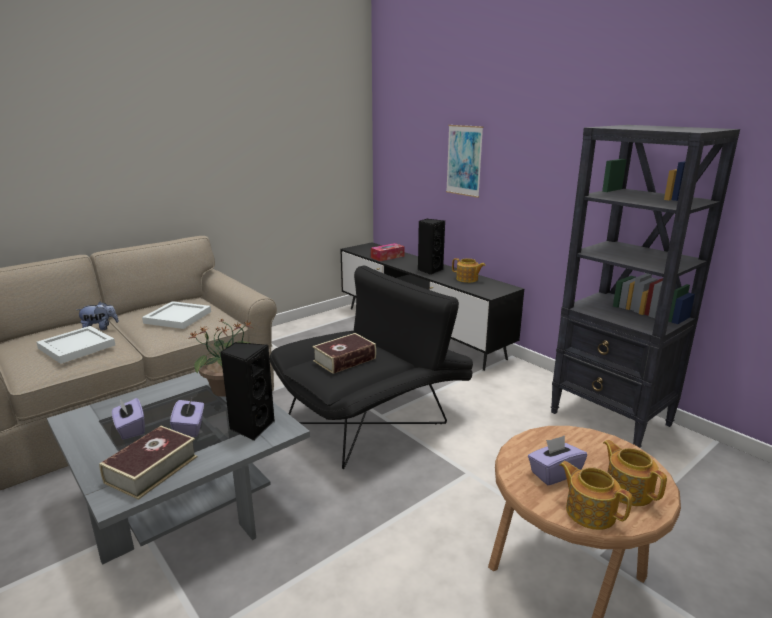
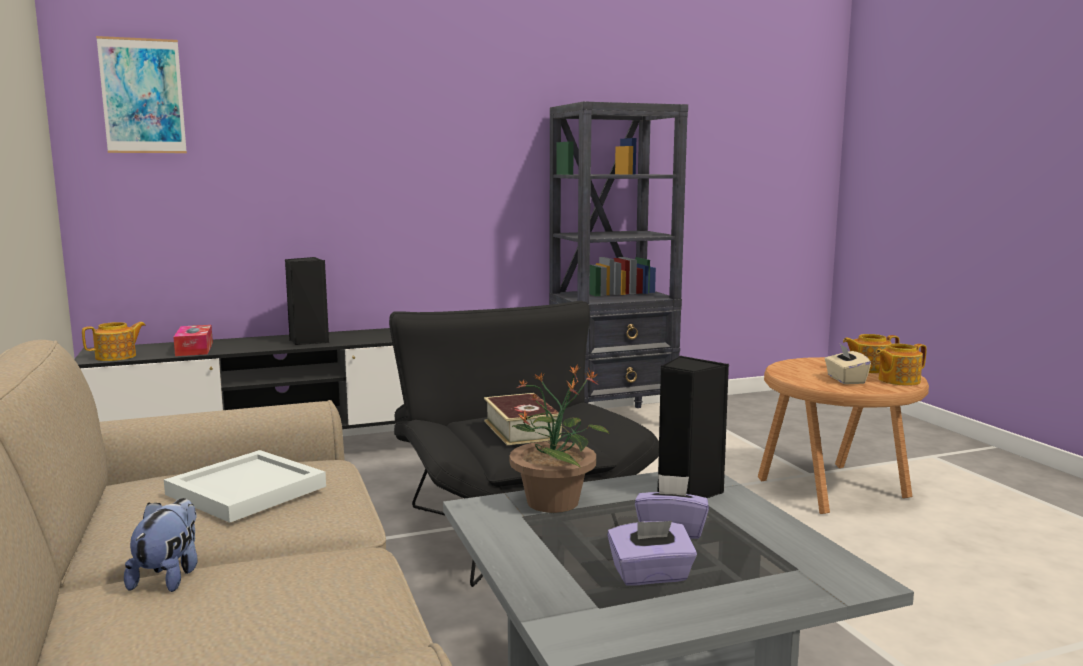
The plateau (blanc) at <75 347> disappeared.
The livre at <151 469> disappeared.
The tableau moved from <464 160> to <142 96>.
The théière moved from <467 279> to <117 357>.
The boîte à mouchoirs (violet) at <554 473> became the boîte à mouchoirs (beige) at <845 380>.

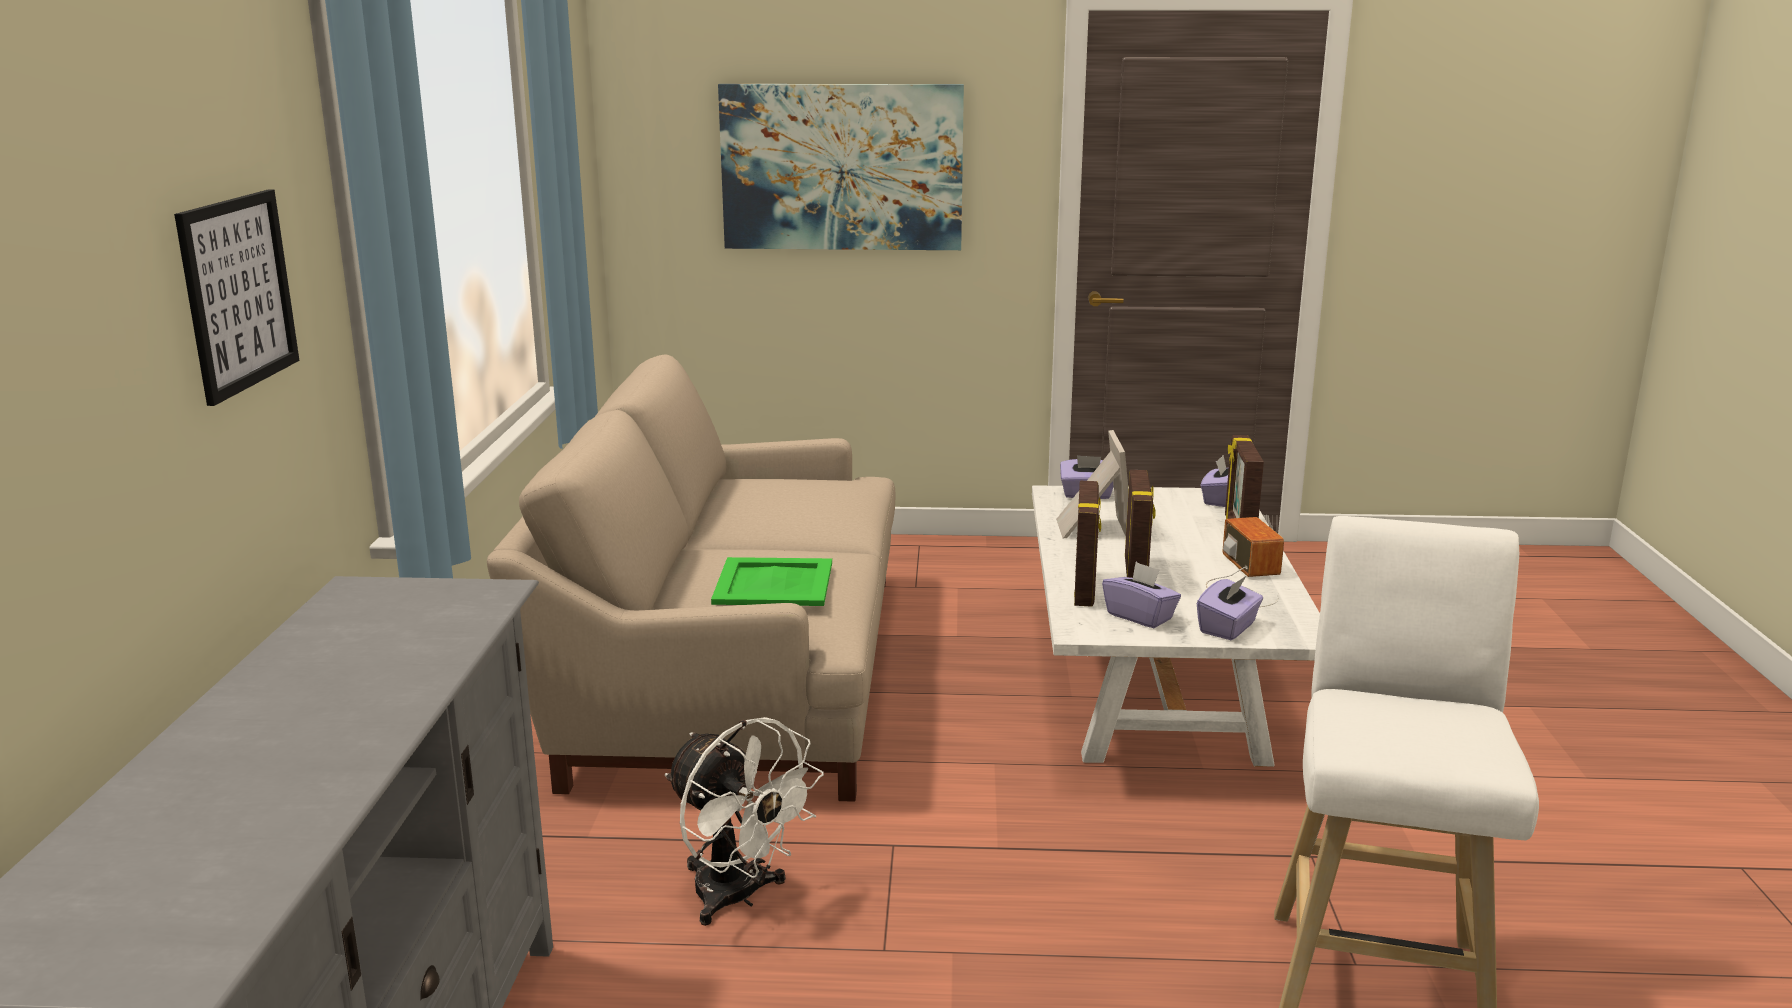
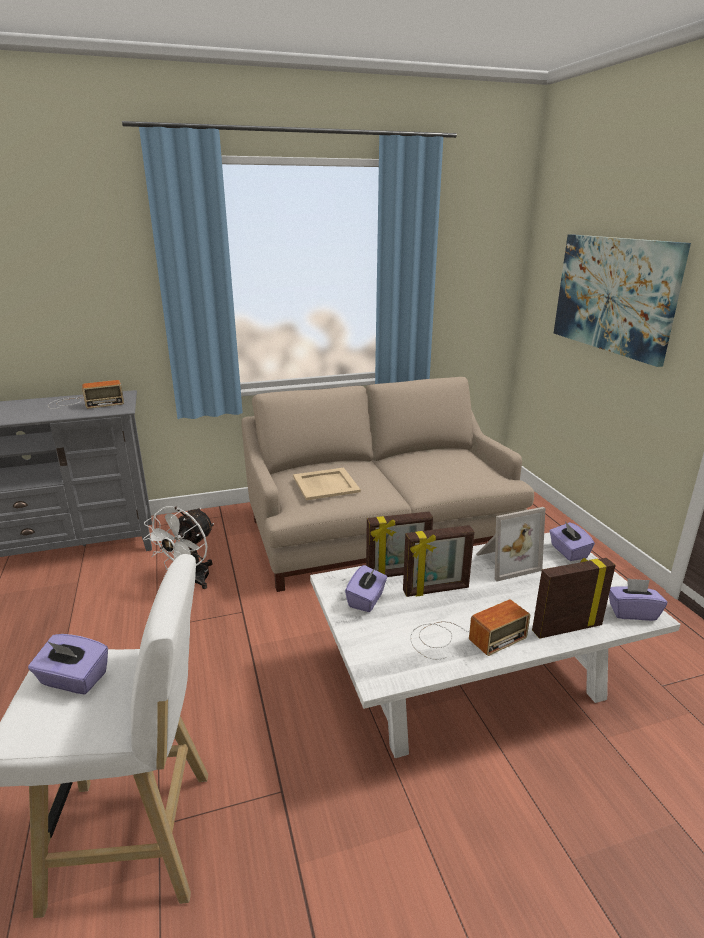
The tableau at <238 293> disappeared.
The plateau (vert) at <772 583> became the plateau (beige) at <325 484>.
The boîte à mouchoirs (violet) moved from <1228 628> to <73 679>.
The radio at <84 403> appeared.

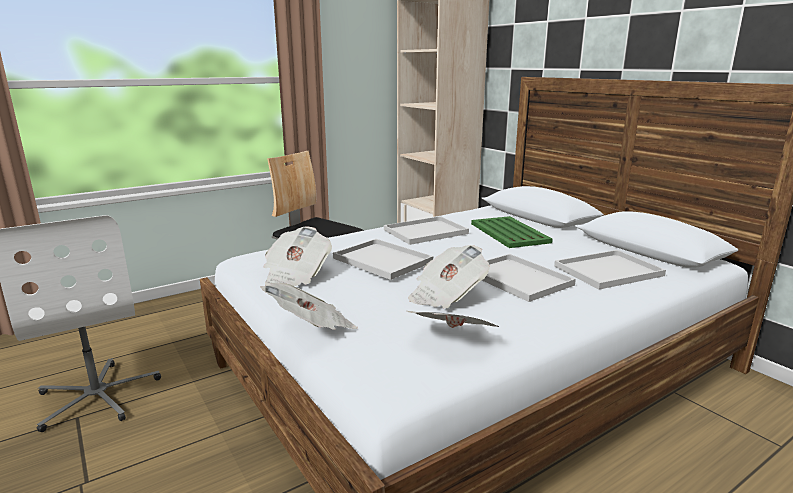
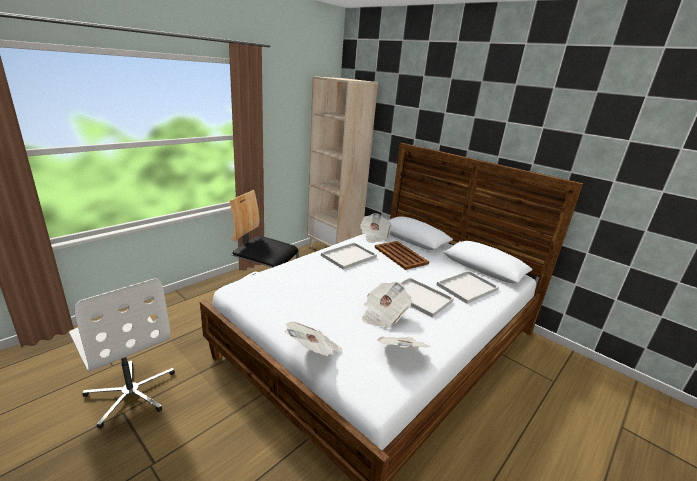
The journal moved from <295 275> to <374 236>.
The plateau (blanc) at <380 260> disappeared.
The plateau (vert) at <509 233> became the plateau (marron) at <401 256>.

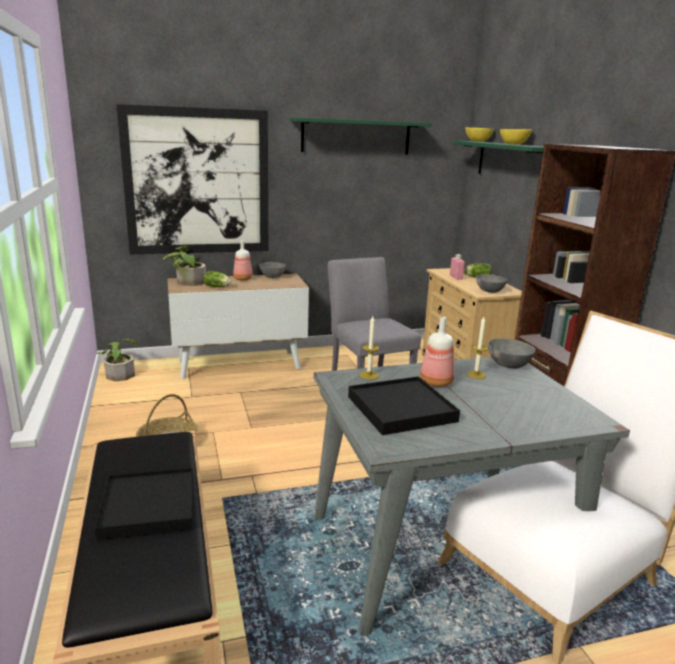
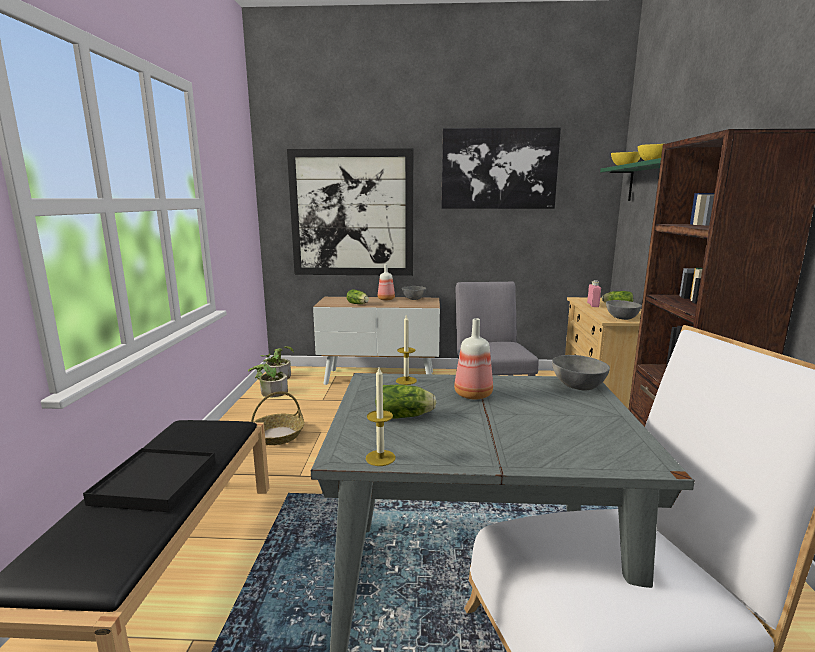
The plante en pot moved from <187 282> to <270 392>.
The étagère (vert) at <356 136> was replaced by the tableau at <499 169>.
The plateau (noir) at <401 409> was replaced by the laitue at <405 416>.
The bougie moved from <476 375> to <380 458>.

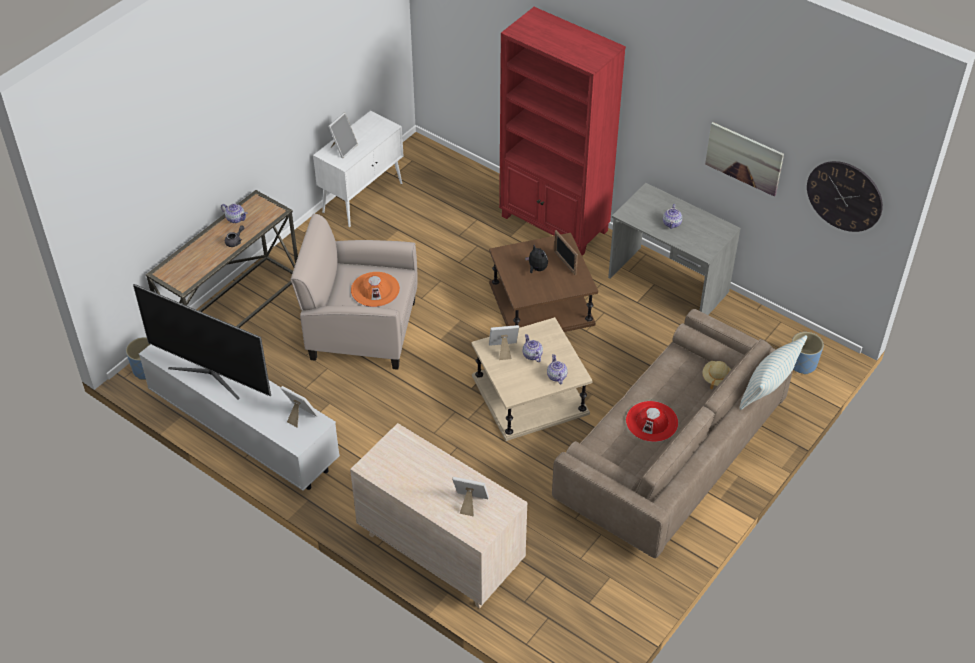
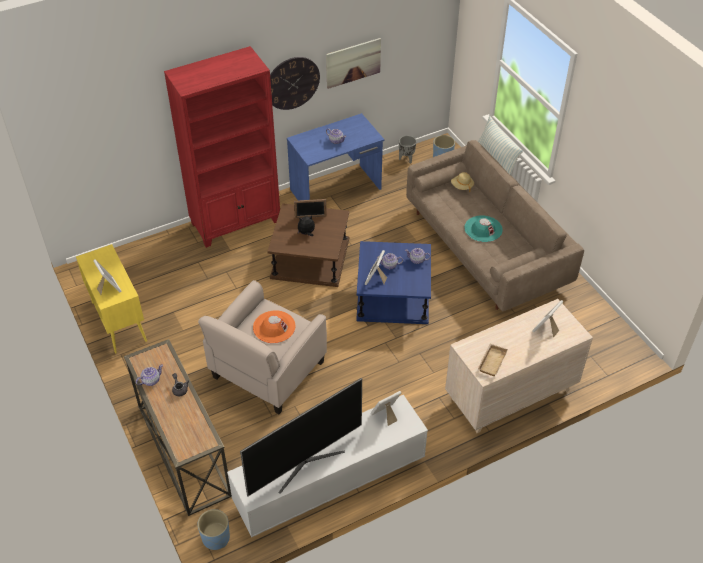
The meuble de rangement (blanc) at <363 197> became the meuble de rangement (jaune) at <118 321>.
The table d'appoint (beige) at <530 395> became the table d'appoint (bleu) at <393 296>.
The bureau (gris) at <667 285> became the bureau (bleu) at <336 190>.
The chapeau (rouge) at <652 421> became the chapeau (turquoise) at <483 229>.
The horloge murale moved from <844 196> to <292 83>.
The cache-pot (gris) at <406 159> appeared.
The plateau (beige) at <491 361> appeared.

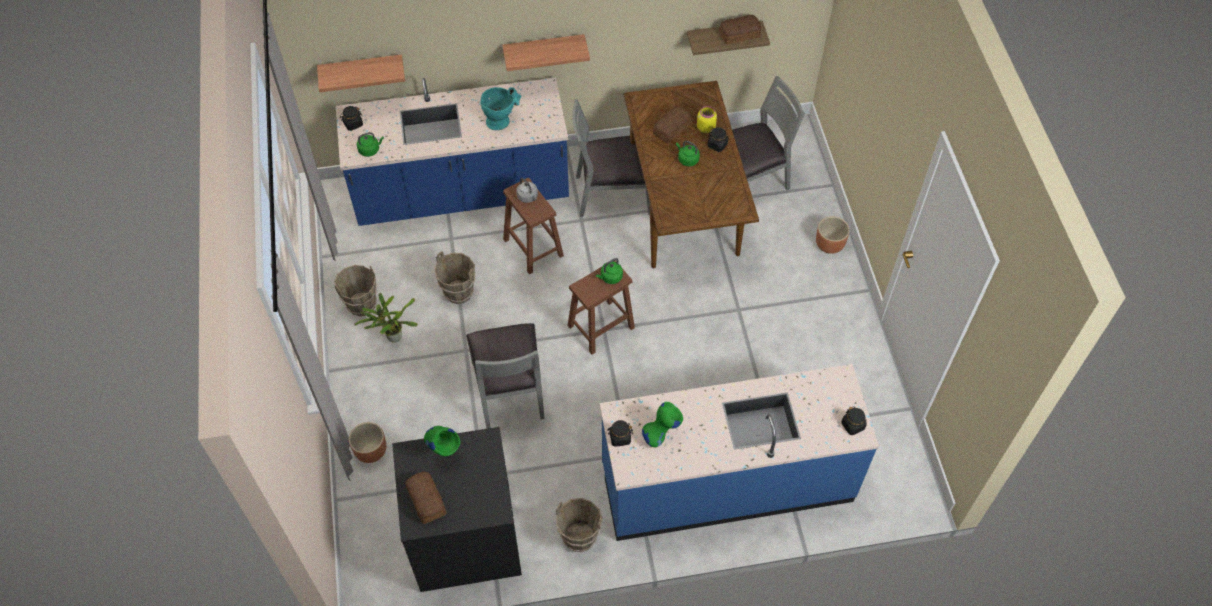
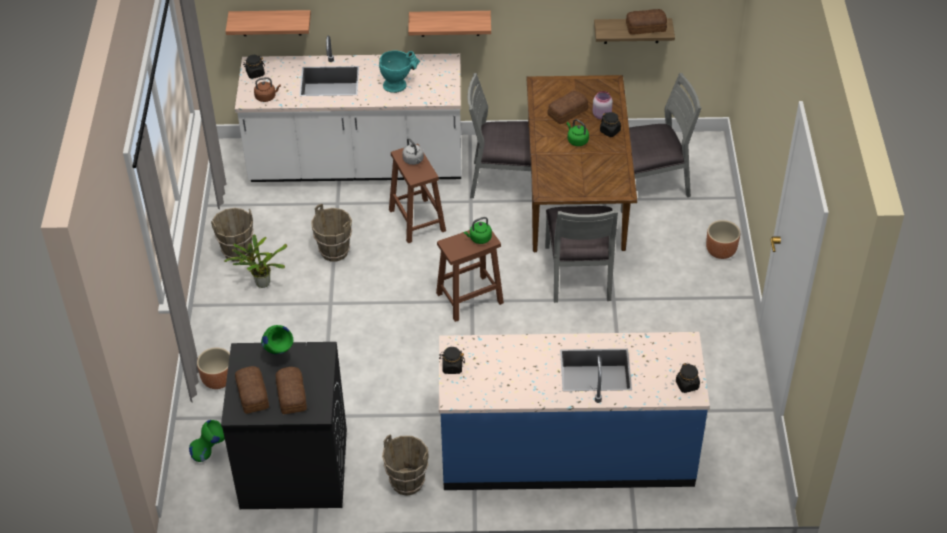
The comptoir de cuisine (bleu) at <462 193> became the comptoir de cuisine (blanc) at <357 165>.
The bouilloire (vert) at <370 150> became the bouilloire (marron) at <266 97>.
The chaise (gris) moved from <509 389> to <579 273>.
The vase (vert) moved from <661 434> to <210 453>.
The bocal (jaune) at <705 127> became the bocal (rose) at <601 115>.
The pain at <292 395> appeared.

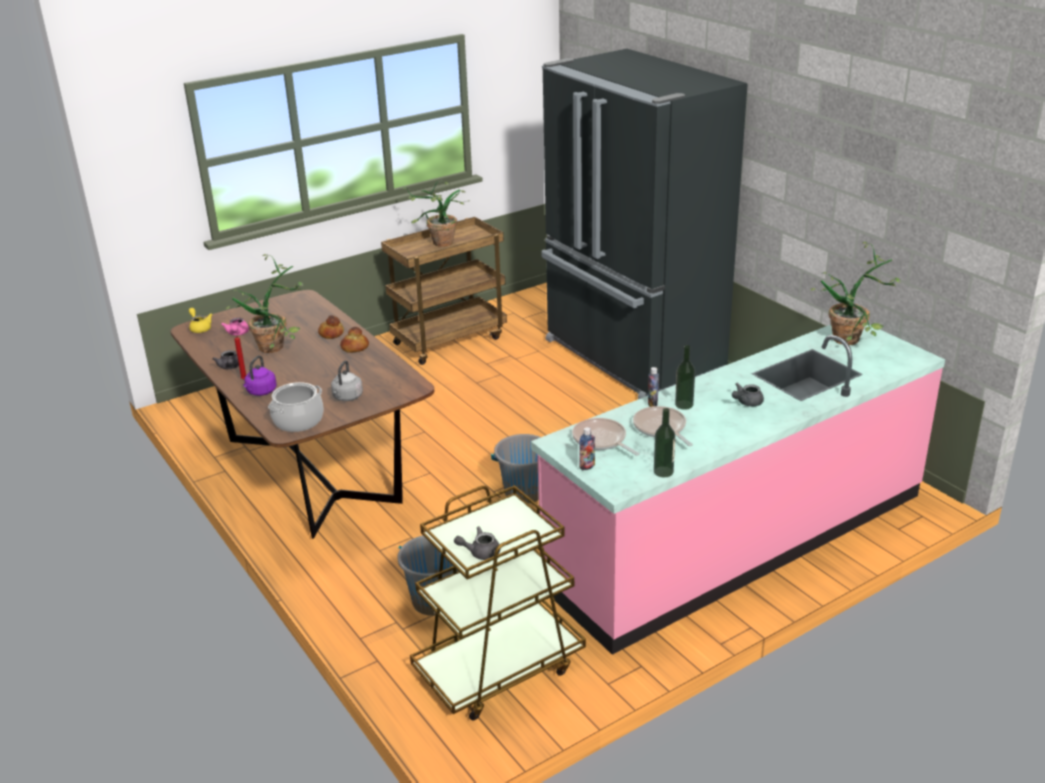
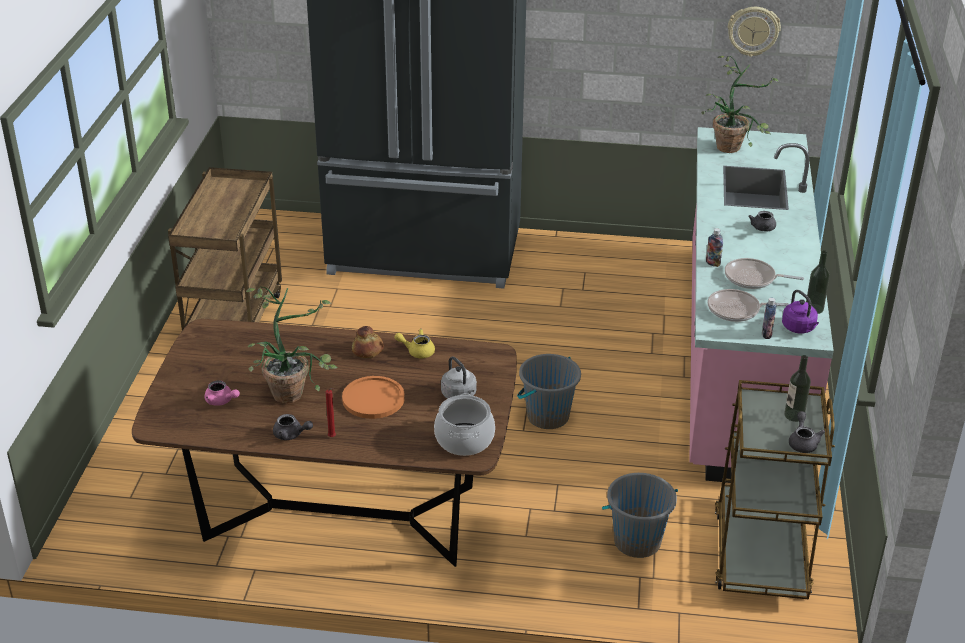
The théière (jaune) moved from <200 328> to <417 351>.
The bouilloire (violet) moved from <260 392> to <799 328>.
The pain at <331 333> disappeared.
The plante en pot at <437 244> disappeared.
The théière (gris) at <480 552> turned 150 degrees clockwise.
The bouteille moved from <684 405> to <794 415>.
The assiette (orange) at <373 399> appeared.
The horloge murale at <753 30> appeared.

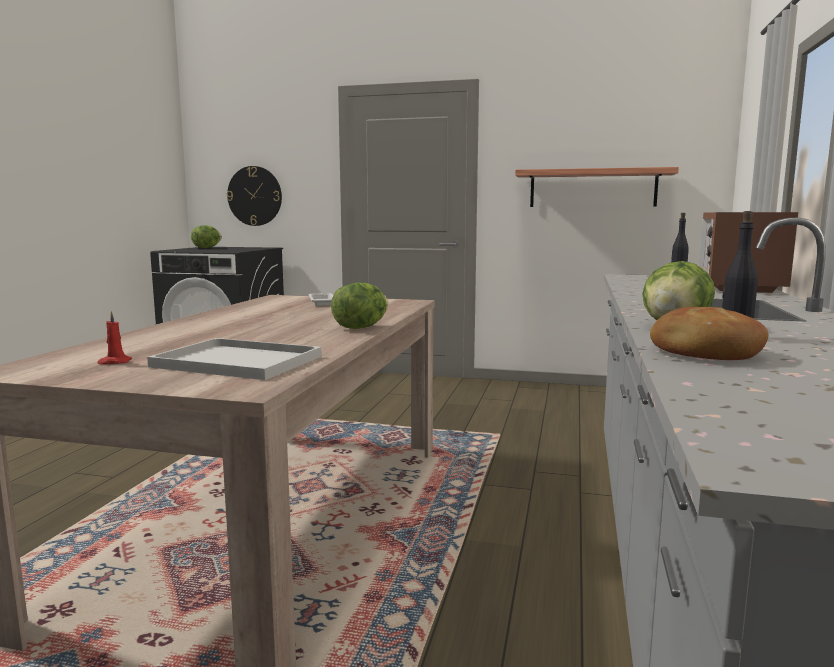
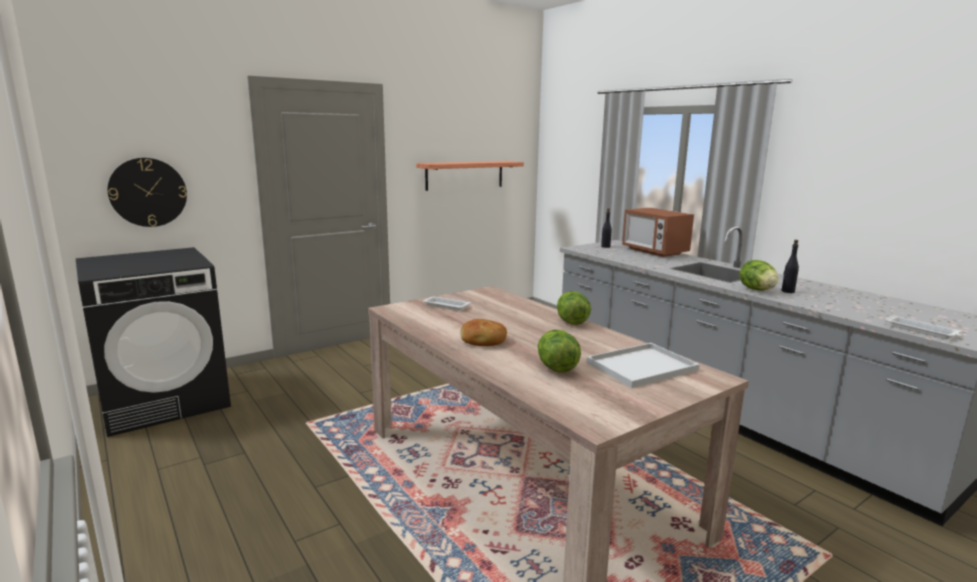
The bougie (rouge) at <114 362> disappeared.
The laitue moved from <207 248> to <556 368>.
The pain moved from <704 352> to <483 340>.
The plateau (blanc) at <922 331> appeared.

